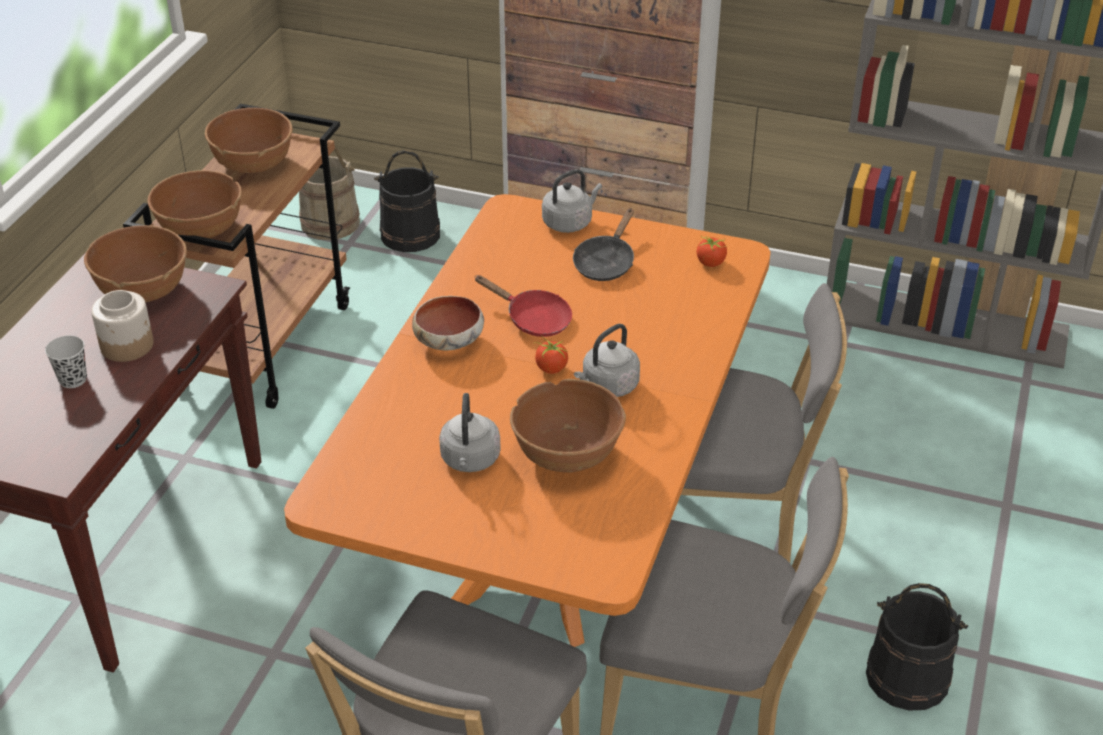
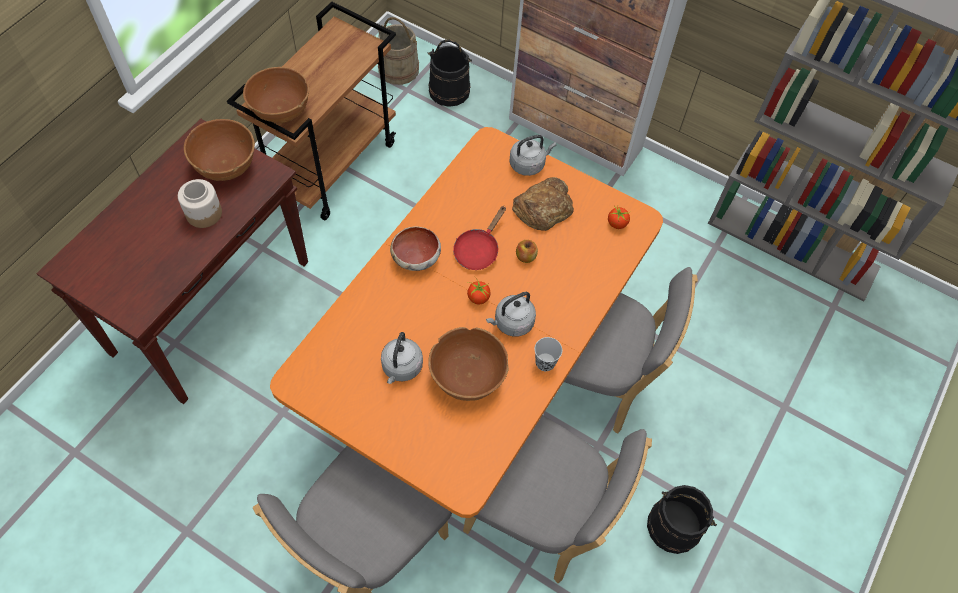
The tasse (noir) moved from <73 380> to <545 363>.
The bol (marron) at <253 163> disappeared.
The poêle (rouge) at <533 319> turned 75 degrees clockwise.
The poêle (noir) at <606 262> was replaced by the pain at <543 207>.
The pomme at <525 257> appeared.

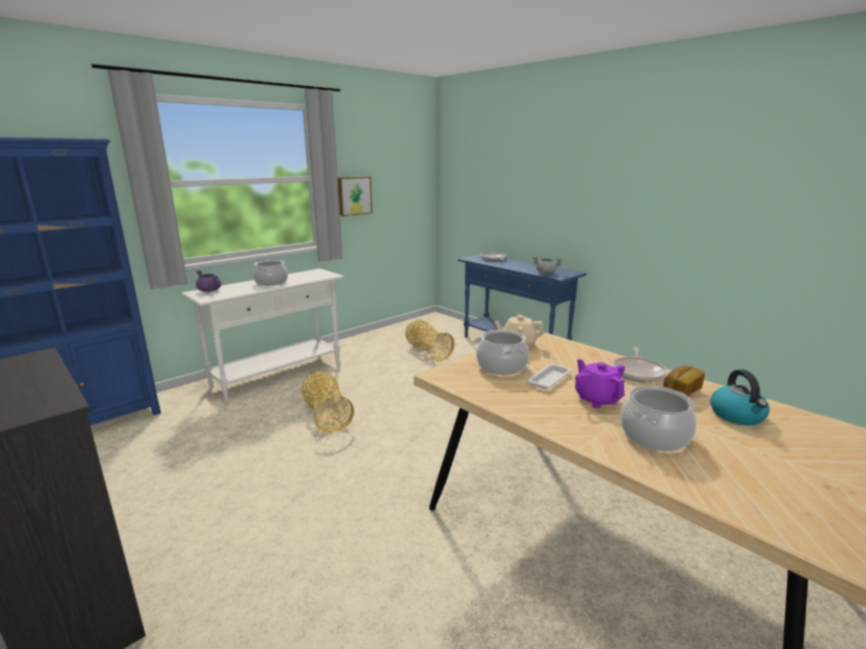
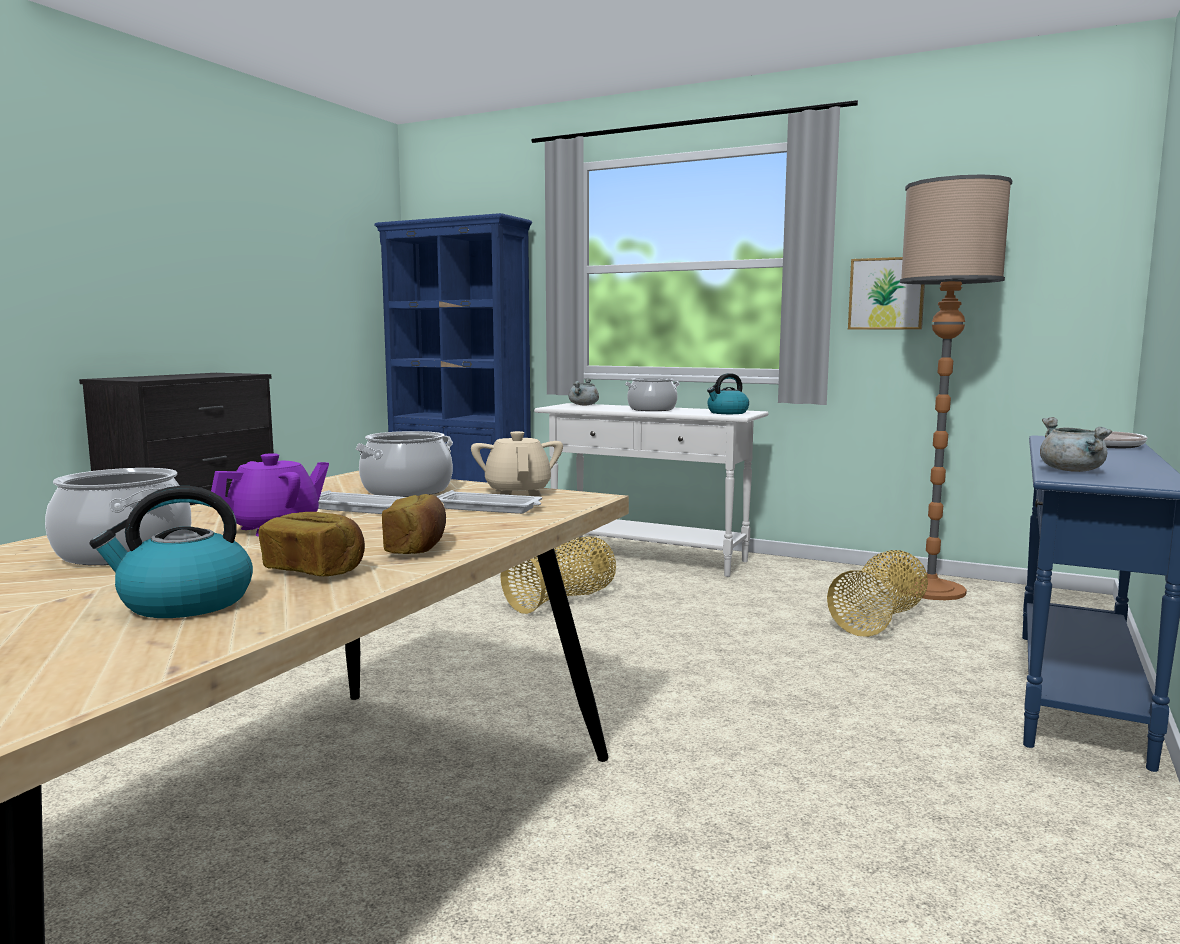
The marmite (violet) at <210 291> became the marmite (gris) at <583 405>.
The poêle at <638 372> was replaced by the pain at <417 547>.
The plateau (blanc) at <490 508> appeared.
The bouilloire at <727 413> appeared.
The lampadaire at <930 590> appeared.

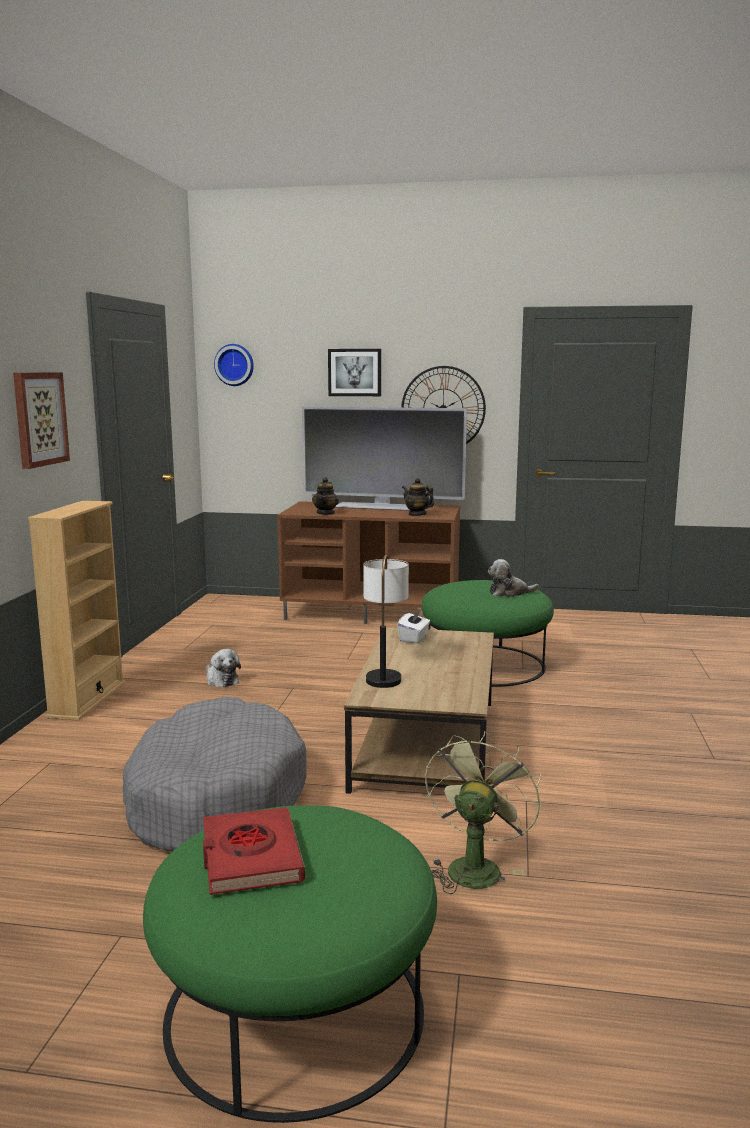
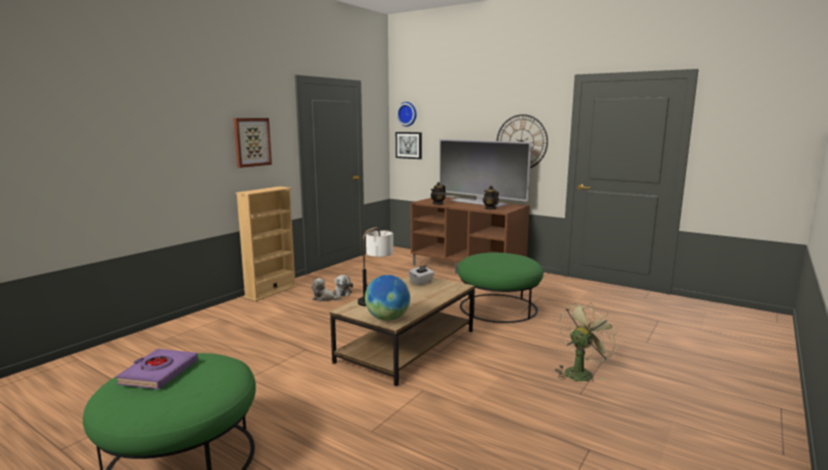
The panier pour chien (gris) at <214 798> disappeared.
The livre (rouge) at <250 858> became the livre (violet) at <158 373>.
The tableau moved from <355 372> to <409 145>.
The ventilateur (vert) moved from <475 866> to <580 372>.
The peluche moved from <509 593> to <324 298>.
The globe at <387 318> appeared.

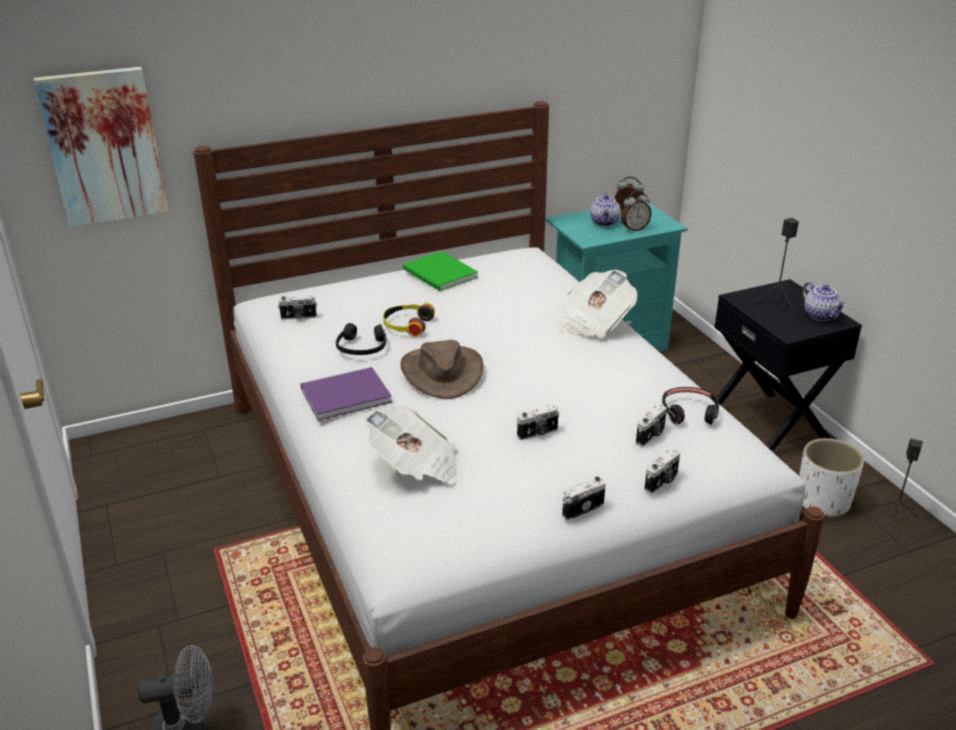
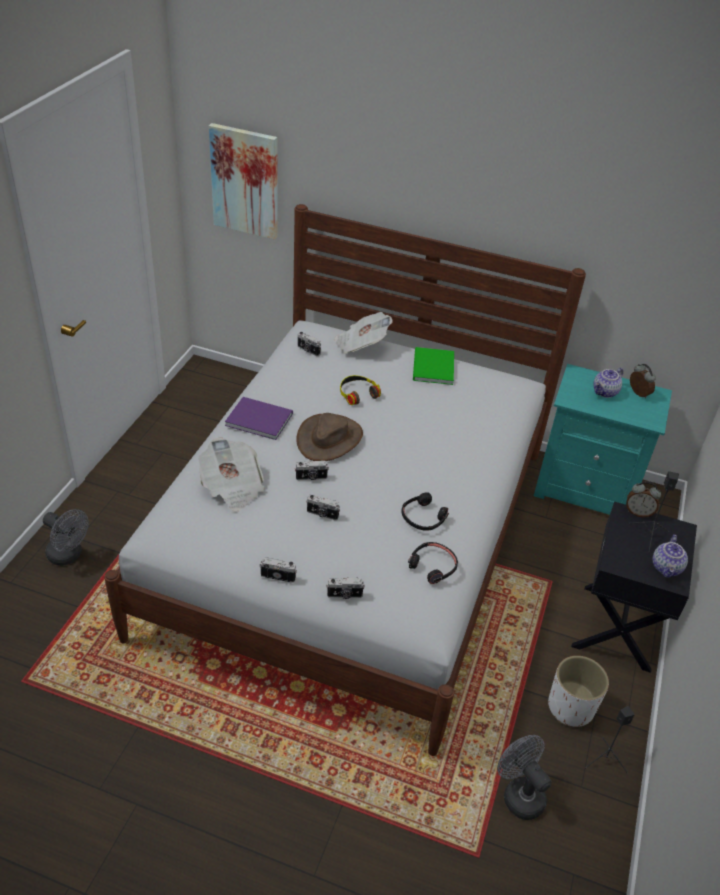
The casque audio (noir) moved from <362 347> to <423 517>.
The journal moved from <594 322> to <361 345>.
The réveil moved from <634 229> to <638 512>.
The appareil photo moved from <651 436> to <311 478>.
The ventilateur (gris) at <519 794> appeared.

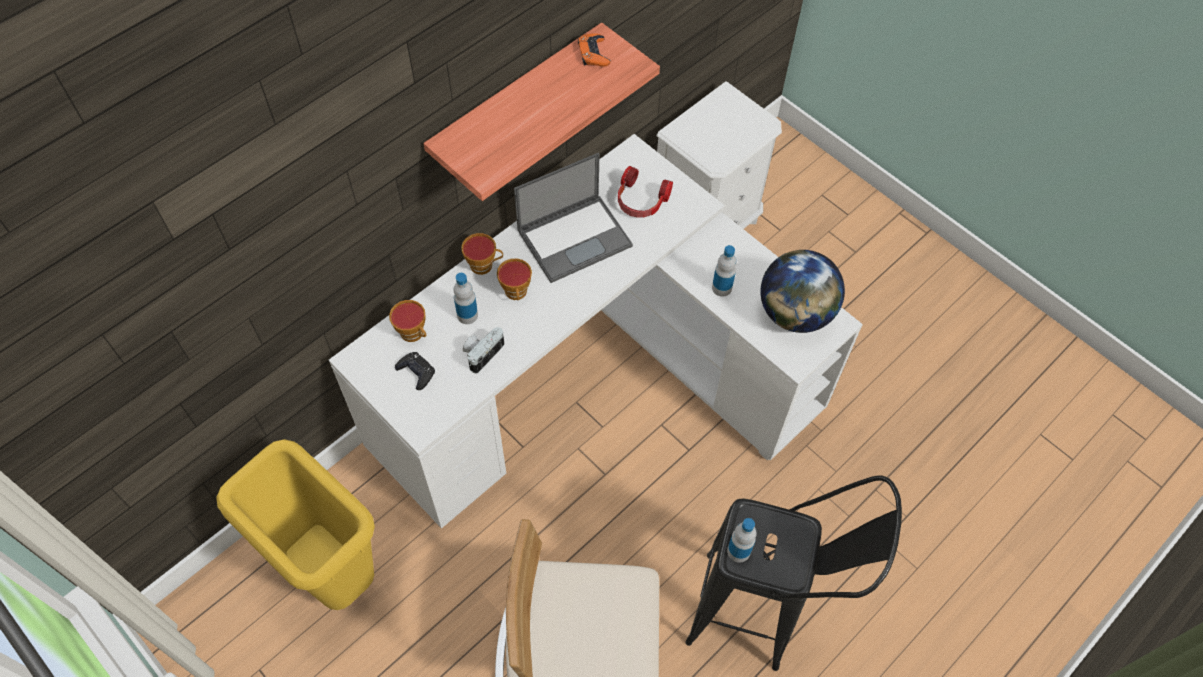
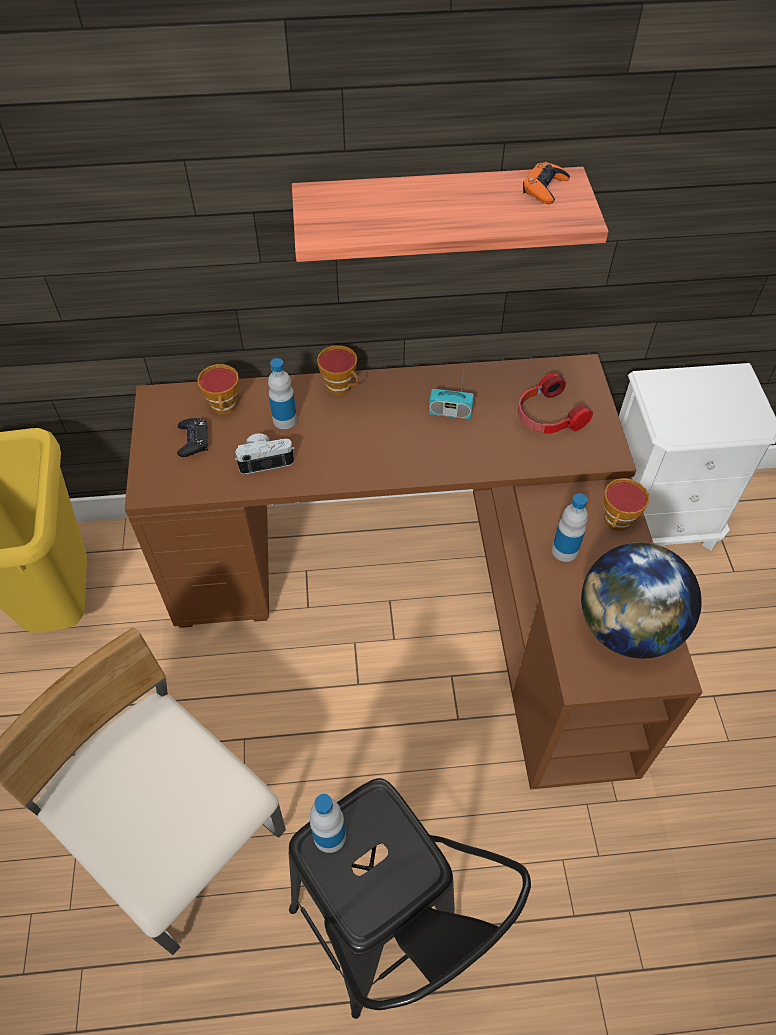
The bureau (blanc) at <594 378> became the bureau (marron) at <425 590>.
The tasse moved from <516 293> to <617 522>.
The ordinateur portable at <575 237> was replaced by the radio at <450 412>.

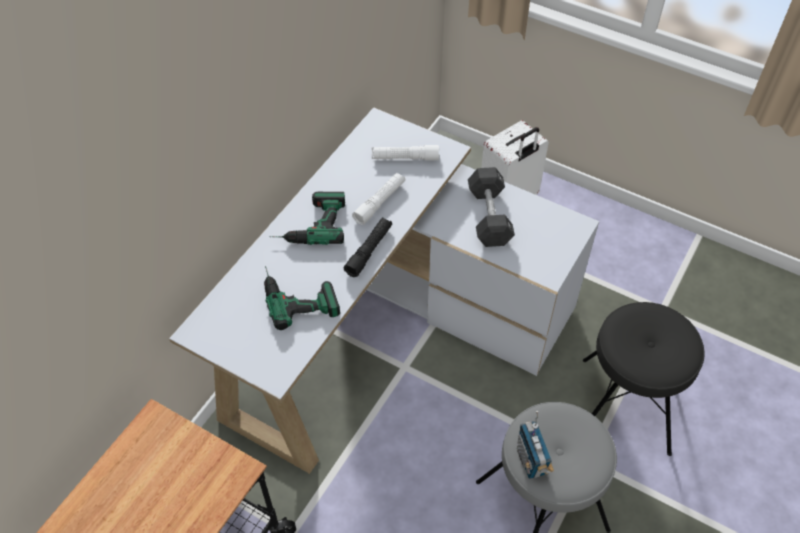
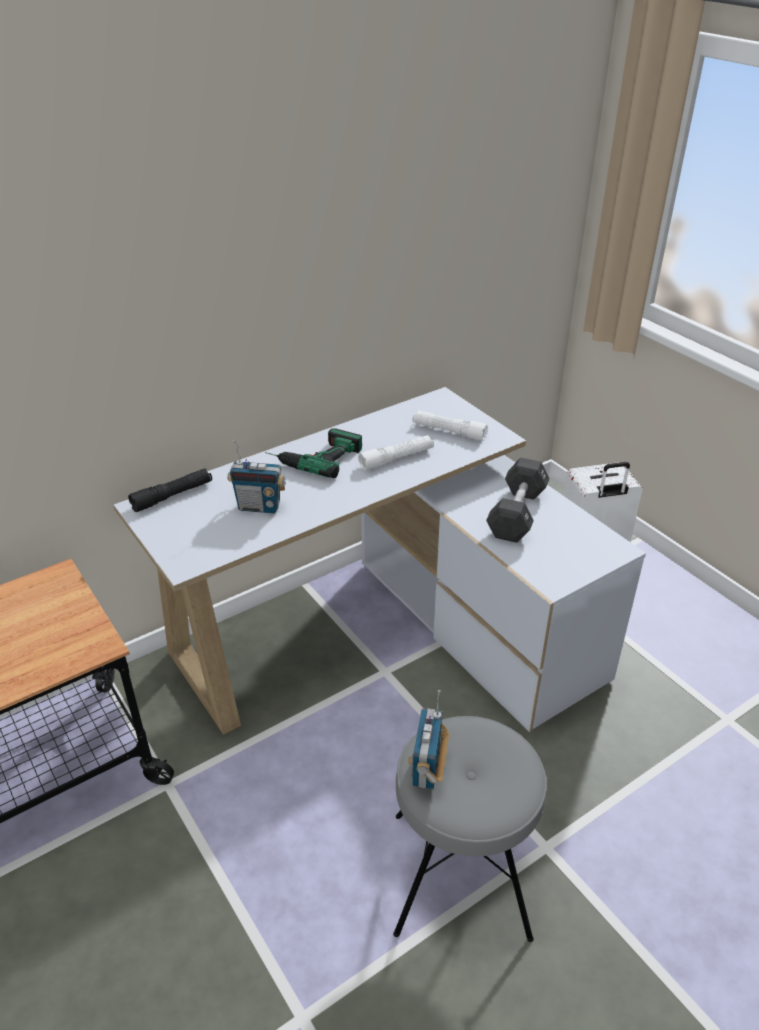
The perceuse at <298 294> was replaced by the radio at <259 506>.
The lampe de poche (noir) moved from <369 251> to <172 496>.
The tabouret (noir) at <625 405> disappeared.

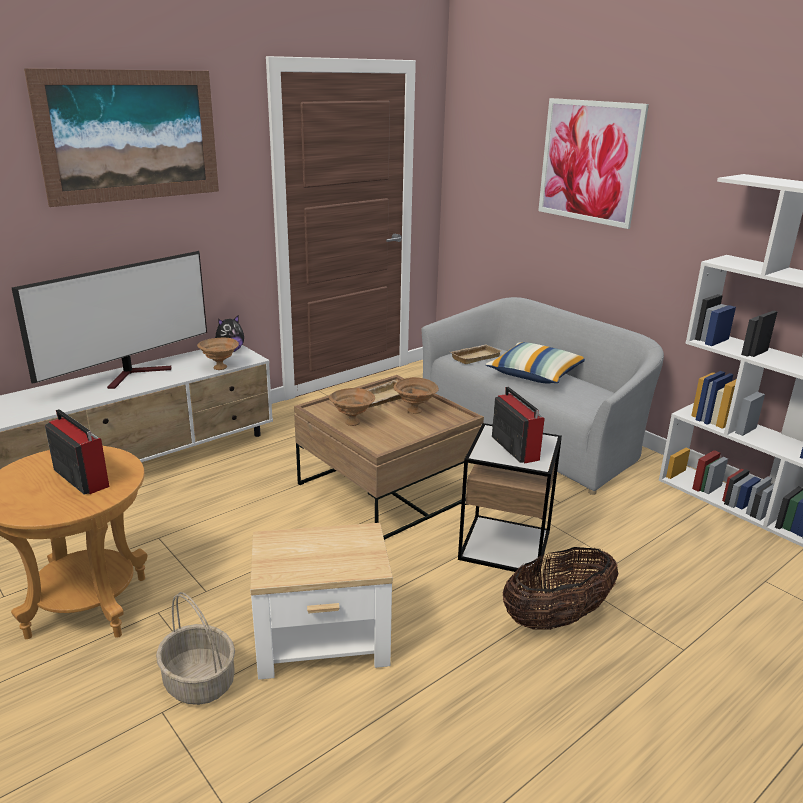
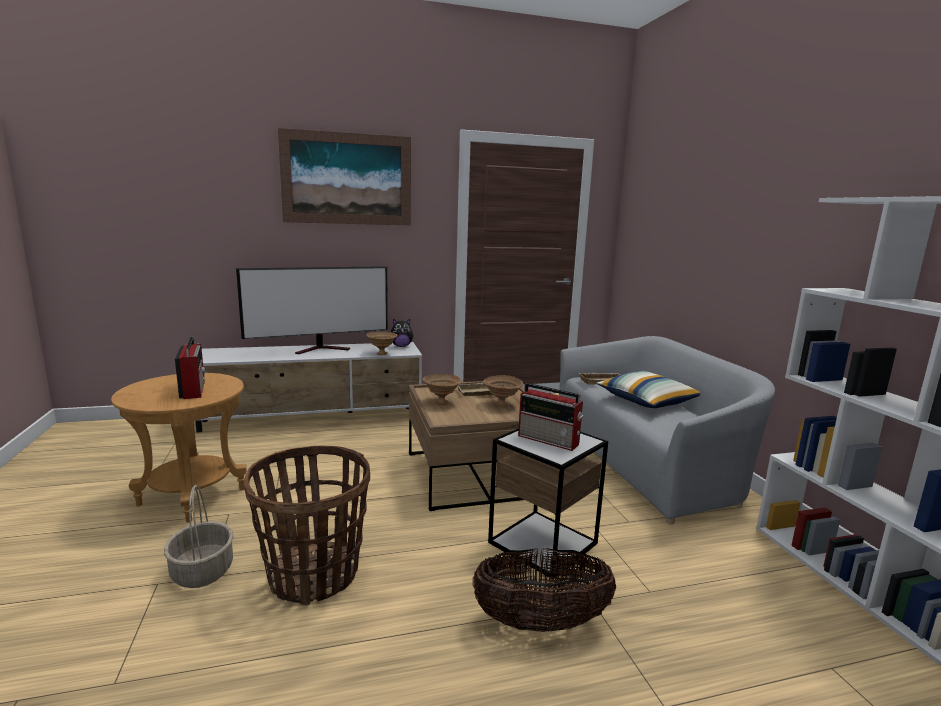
The table d'appoint at <322 645> was replaced by the panier at <314 574>.
The radio at <514 447> turned 120 degrees clockwise.
The tableau at <589 162> disappeared.

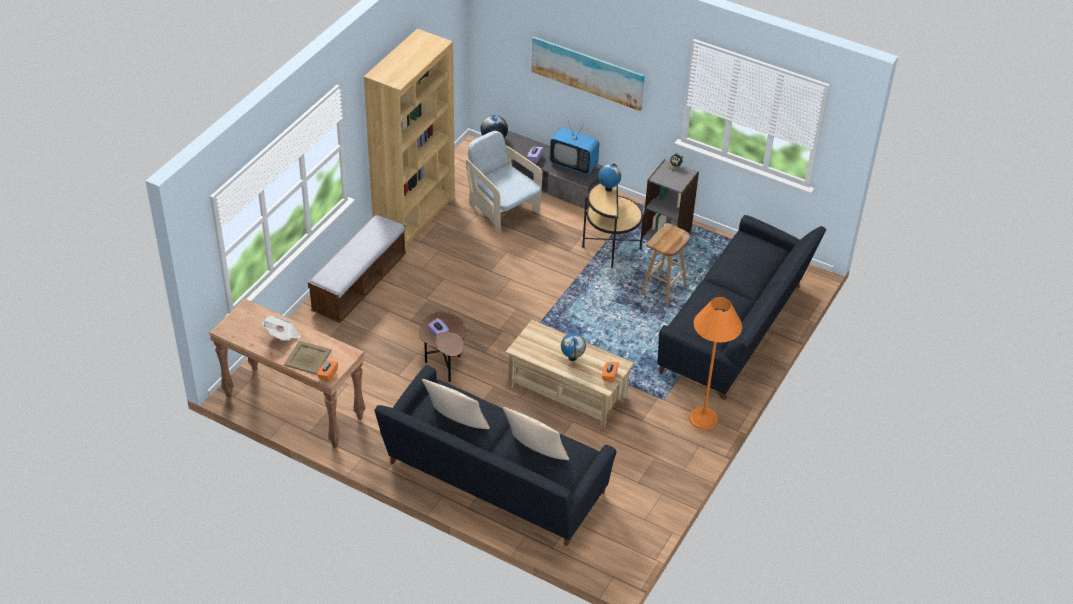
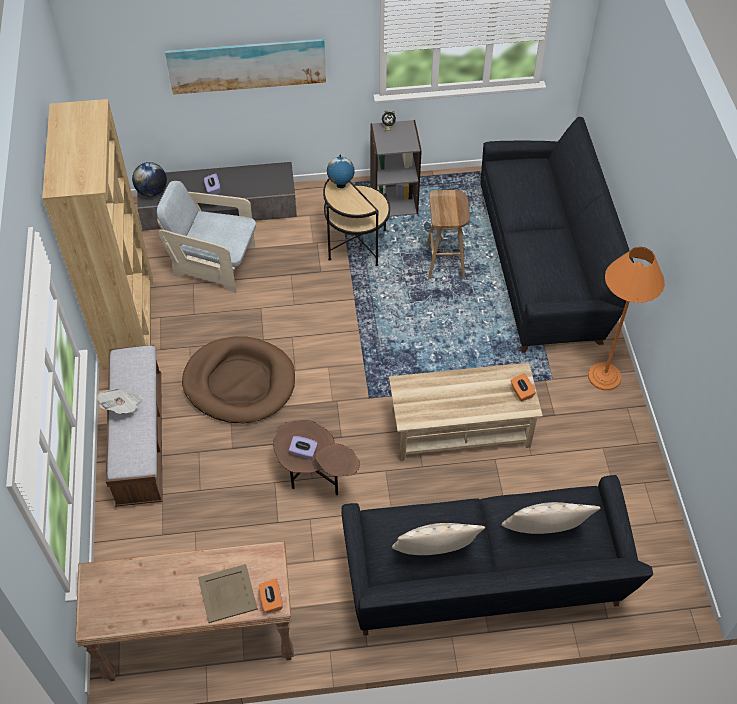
The journal moved from <282 335> to <122 406>.
The téléviseur at <573 164> disappeared.
The globe at <572 358> disappeared.
The panier pour chien (marron) at <239 383> appeared.

